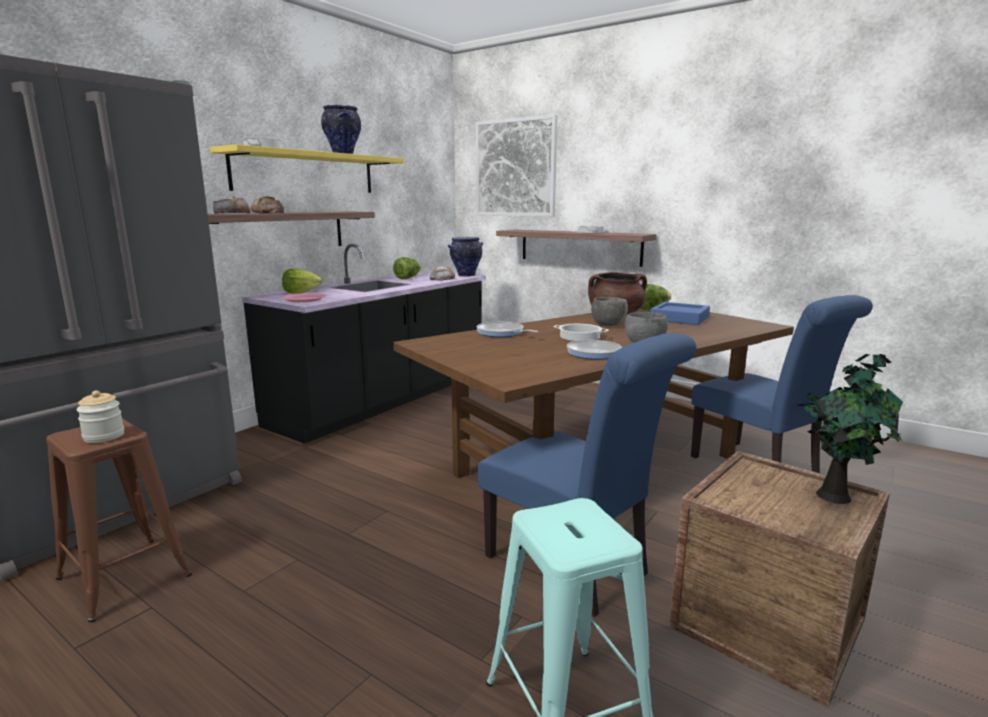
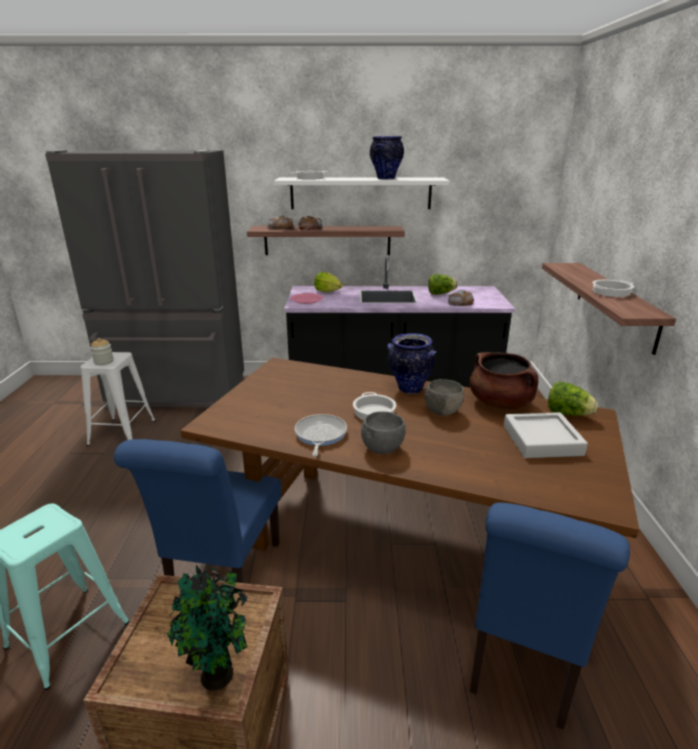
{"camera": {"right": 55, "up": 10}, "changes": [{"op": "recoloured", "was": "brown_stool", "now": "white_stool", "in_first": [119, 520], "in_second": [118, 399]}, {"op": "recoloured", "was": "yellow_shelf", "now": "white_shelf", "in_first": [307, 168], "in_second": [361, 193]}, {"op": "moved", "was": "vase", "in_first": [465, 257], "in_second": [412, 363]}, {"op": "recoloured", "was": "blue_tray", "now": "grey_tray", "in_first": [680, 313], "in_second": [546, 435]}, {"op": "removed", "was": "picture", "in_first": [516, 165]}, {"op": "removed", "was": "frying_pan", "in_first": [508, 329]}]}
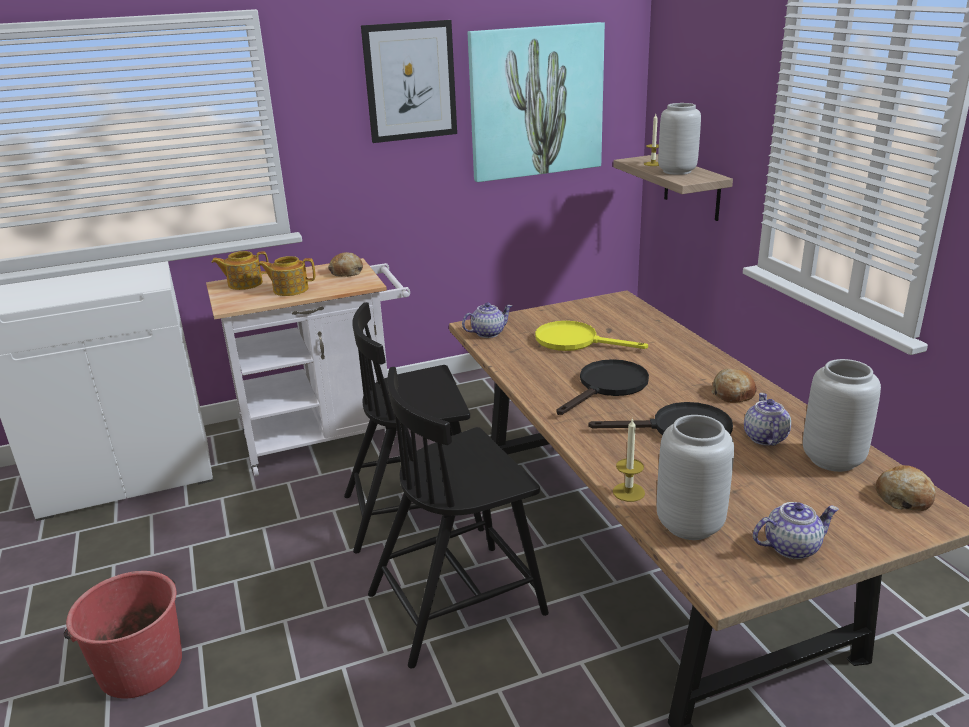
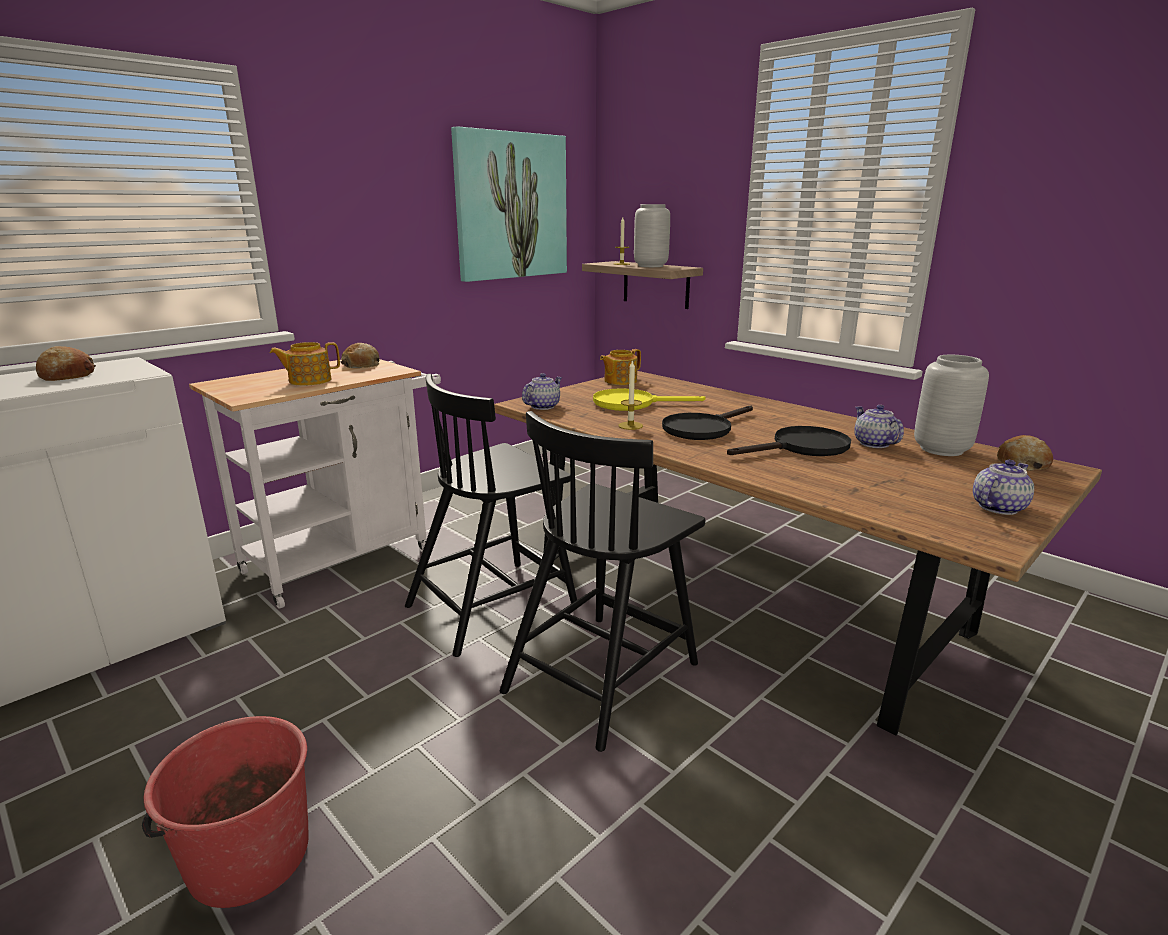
{"camera": {"right": -25, "up": -5}, "changes": [{"op": "moved", "was": "bread", "in_first": [734, 386], "in_second": [66, 363]}, {"op": "moved", "was": "teapot", "in_first": [239, 270], "in_second": [620, 367]}, {"op": "moved", "was": "candle", "in_first": [629, 460], "in_second": [630, 395]}, {"op": "turned", "was": "black_frying_pan", "in_first": [603, 387], "in_second": [707, 423], "clockwise": -150}, {"op": "removed", "was": "picture", "in_first": [409, 81]}, {"op": "removed", "was": "grey_vase", "in_first": [695, 477]}]}
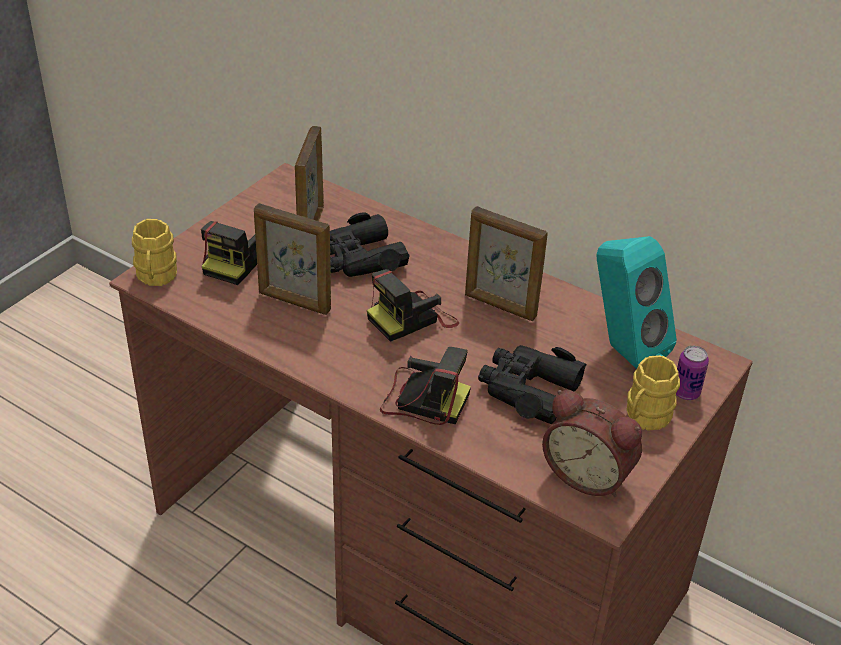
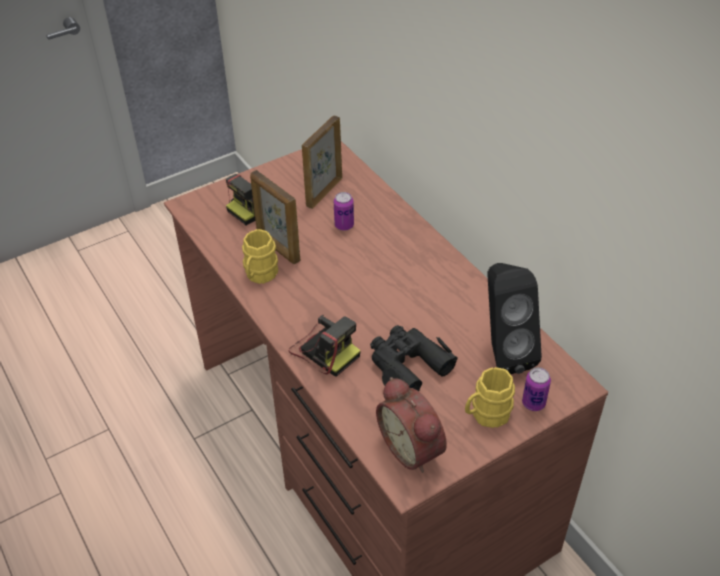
{"camera": {"right": 25, "up": 5}, "changes": [{"op": "moved", "was": "yellow_mug", "in_first": [154, 252], "in_second": [260, 256]}, {"op": "replaced", "was": "black_binoculars", "now": "can", "in_first": [370, 245], "in_second": [344, 211]}, {"op": "recoloured", "was": "turquoise_speaker", "now": "black_speaker", "in_first": [637, 302], "in_second": [515, 318]}, {"op": "removed", "was": "photo_camera", "in_first": [413, 305]}, {"op": "removed", "was": "picture_frame", "in_first": [506, 263]}]}
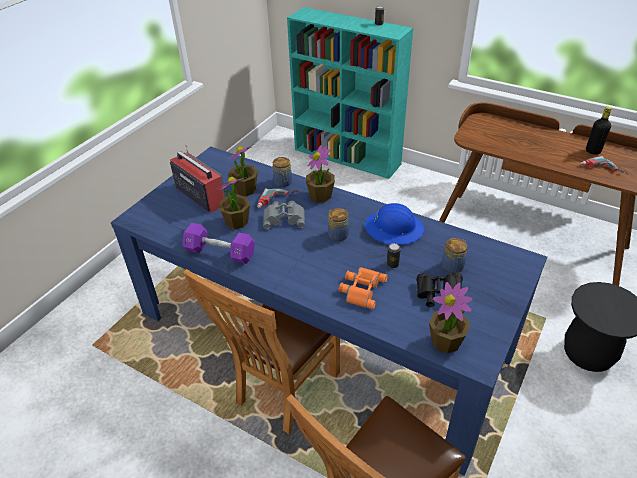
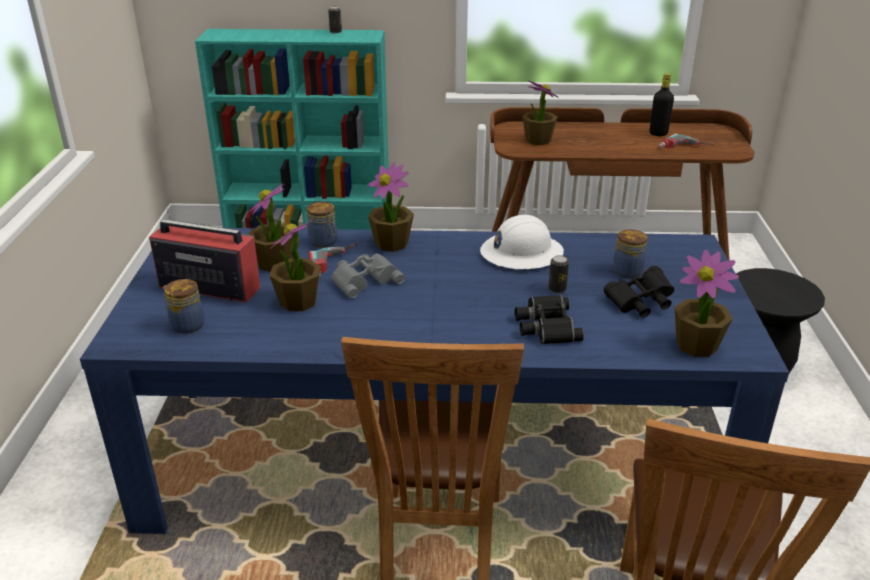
{"camera": {"right": -30, "up": -10}, "changes": [{"op": "moved", "was": "jar", "in_first": [338, 224], "in_second": [184, 306]}, {"op": "recoloured", "was": "blue_hard_hat", "now": "white_hard_hat", "in_first": [394, 224], "in_second": [522, 242]}, {"op": "recoloured", "was": "orange_binoculars", "now": "black_binoculars", "in_first": [363, 288], "in_second": [549, 319]}, {"op": "added", "now": "potted_plant", "in_second": [541, 113]}, {"op": "removed", "was": "purple_dumbbell", "in_first": [219, 243]}]}
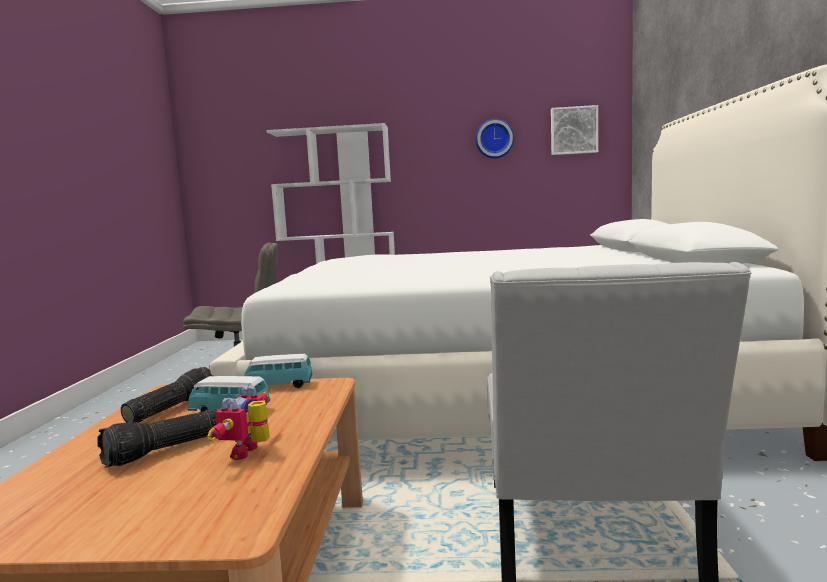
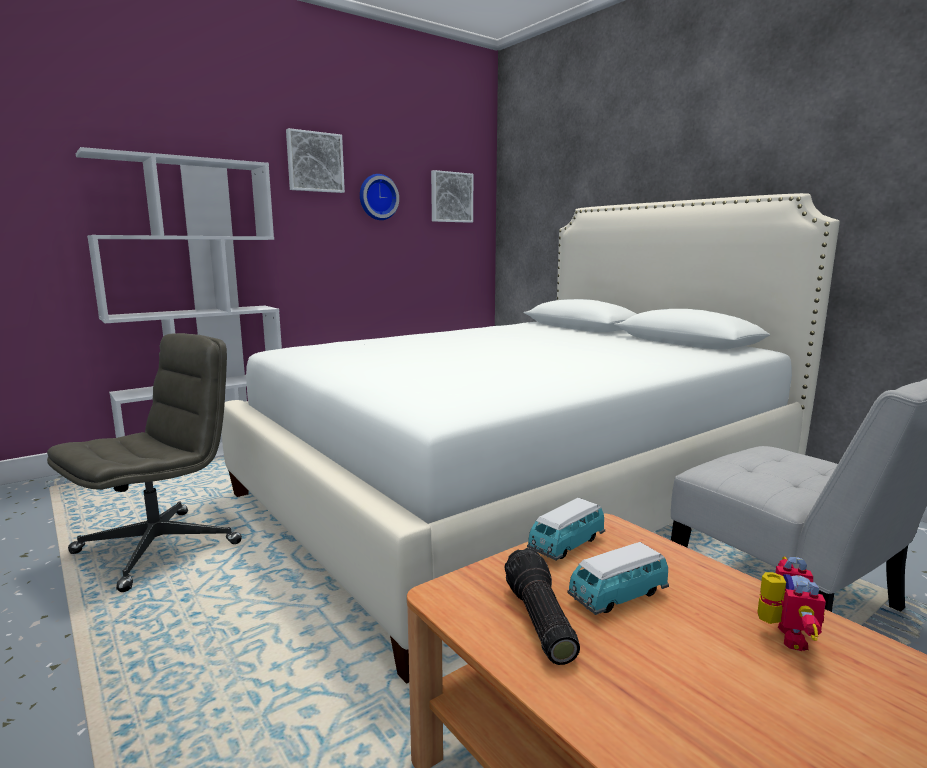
{"camera": {"right": -40, "up": 5}, "changes": [{"op": "added", "now": "picture", "in_second": [315, 160]}, {"op": "turned", "was": "toy_robot", "in_first": [238, 423], "in_second": [791, 604], "clockwise": -135}, {"op": "removed", "was": "flashlight", "in_first": [157, 438]}]}
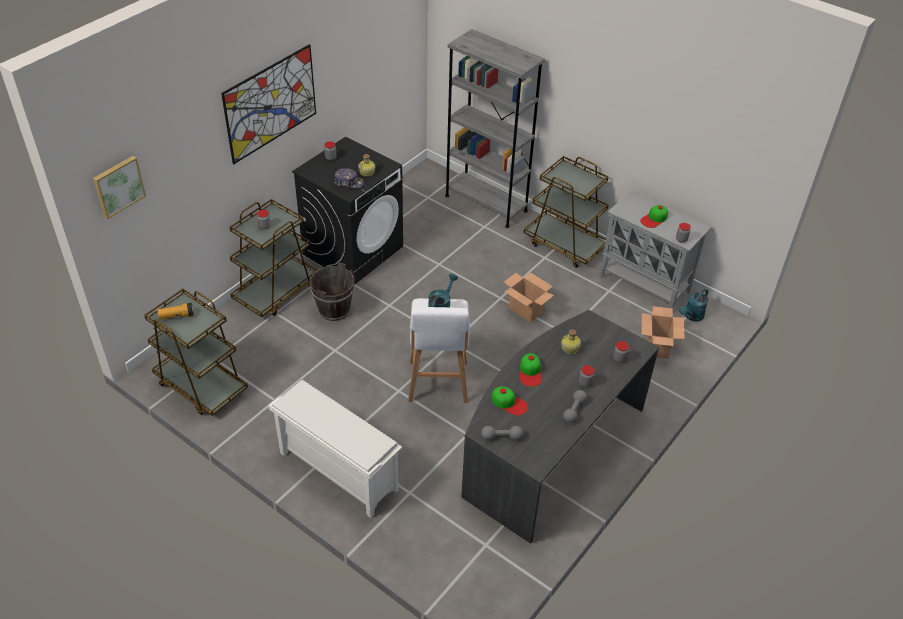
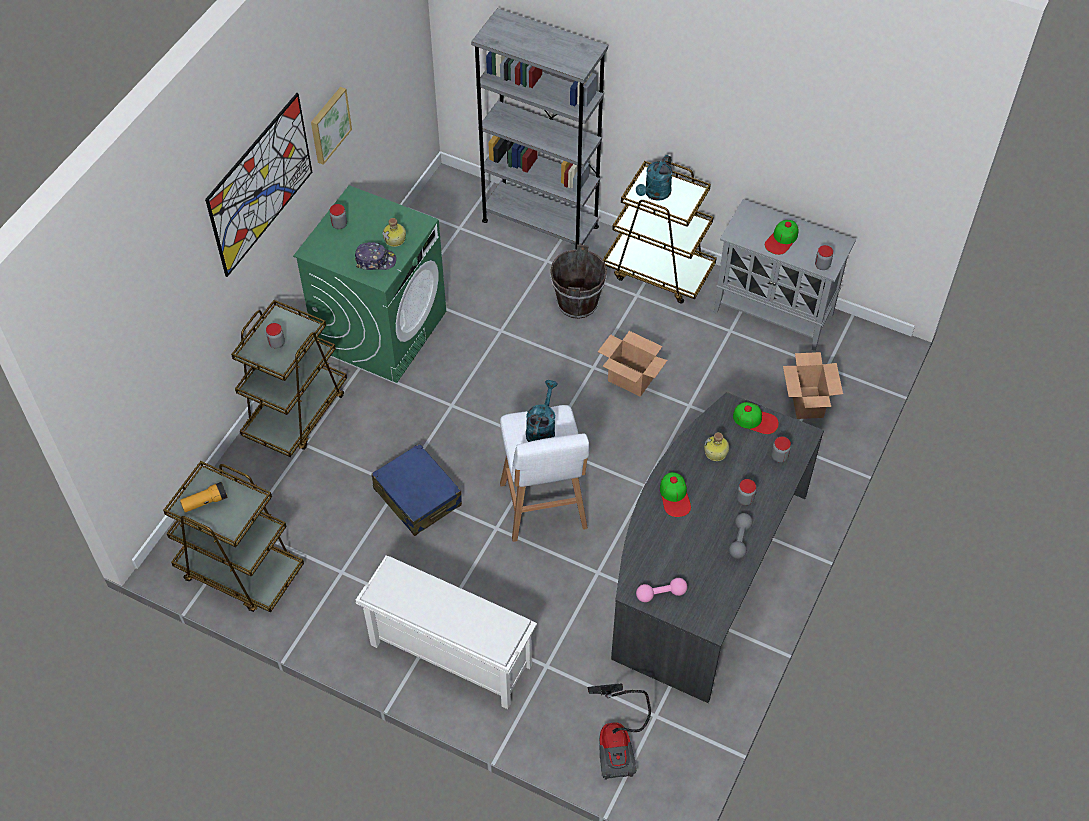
{"camera": {"right": -10, "up": 10}, "changes": [{"op": "recoloured", "was": "black_washing_machine", "now": "green_washing_machine", "in_first": [347, 210], "in_second": [369, 284]}, {"op": "moved", "was": "picture", "in_first": [119, 187], "in_second": [331, 126]}, {"op": "added", "now": "blue_suitcase", "in_second": [416, 489]}, {"op": "moved", "was": "brown_bucket", "in_first": [332, 291], "in_second": [578, 281]}, {"op": "added", "now": "vacuum_cleaner", "in_second": [619, 731]}, {"op": "moved", "was": "turquoise_watering_can", "in_first": [693, 305], "in_second": [654, 178]}, {"op": "recoloured", "was": "grey_dumbbell", "now": "pink_dumbbell", "in_first": [502, 433], "in_second": [661, 590]}, {"op": "moved", "was": "cap", "in_first": [509, 401], "in_second": [756, 418]}]}
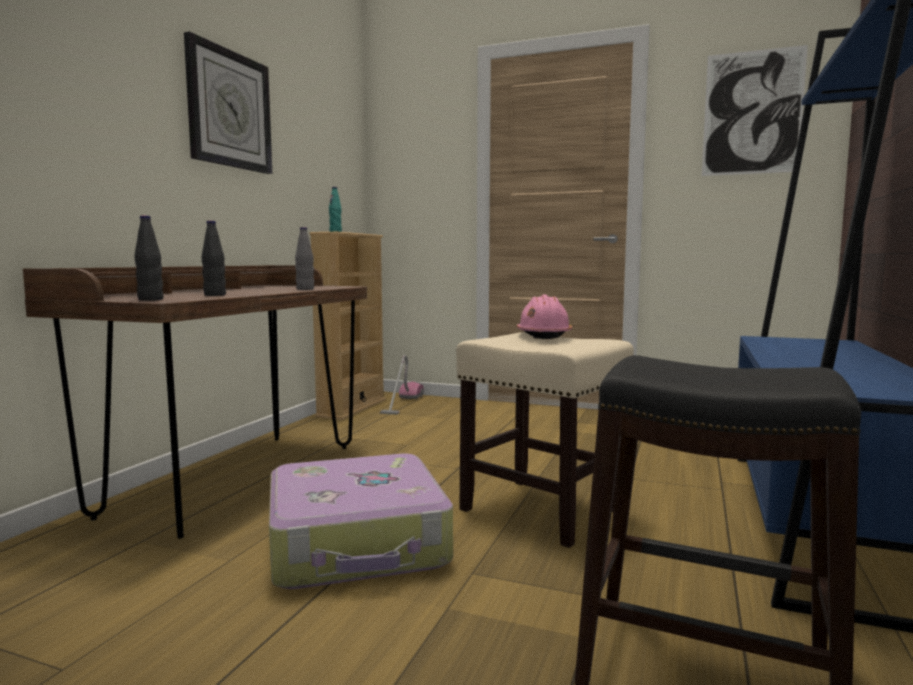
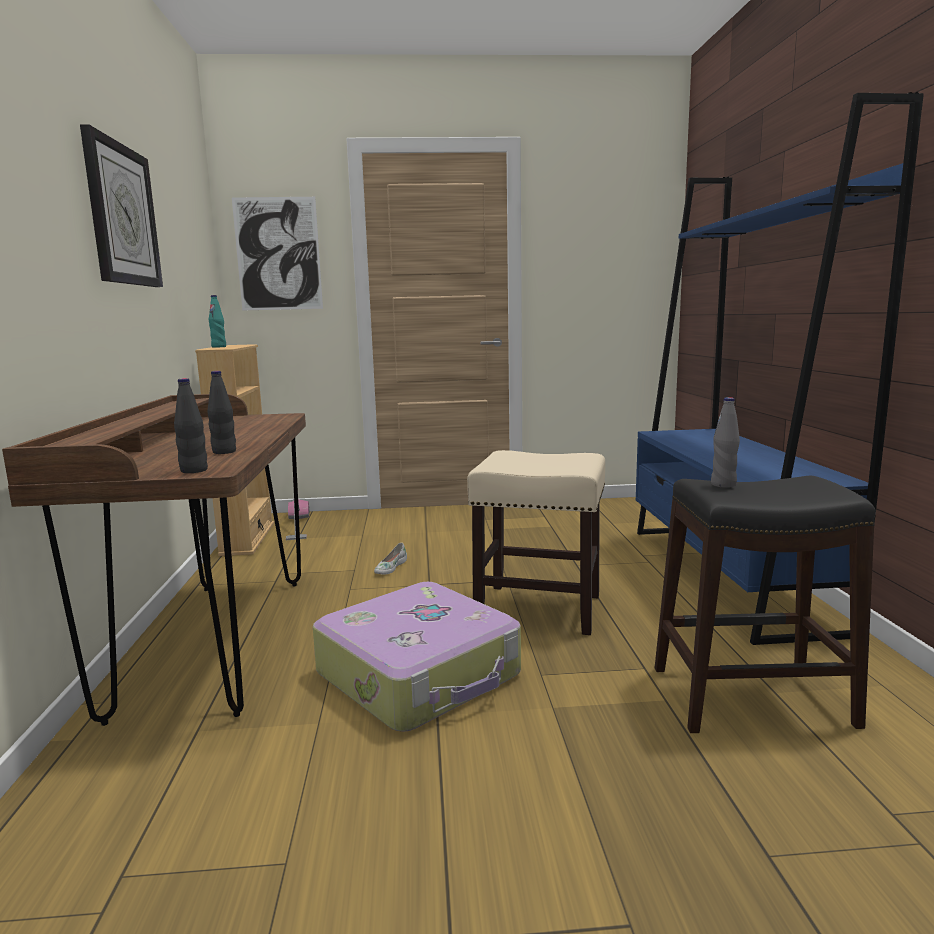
{"camera": {"right": -25, "up": 5}, "changes": [{"op": "moved", "was": "picture", "in_first": [755, 110], "in_second": [277, 253]}, {"op": "added", "now": "white_shoe", "in_second": [390, 559]}, {"op": "moved", "was": "grey_bottle", "in_first": [304, 258], "in_second": [725, 442]}, {"op": "removed", "was": "pink_hard_hat", "in_first": [544, 316]}]}
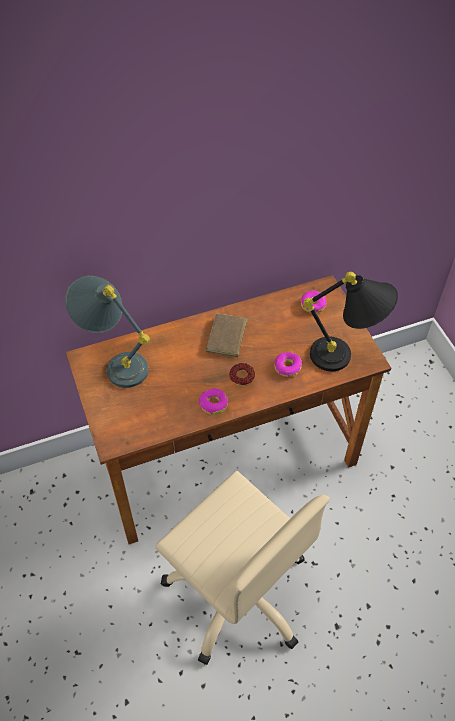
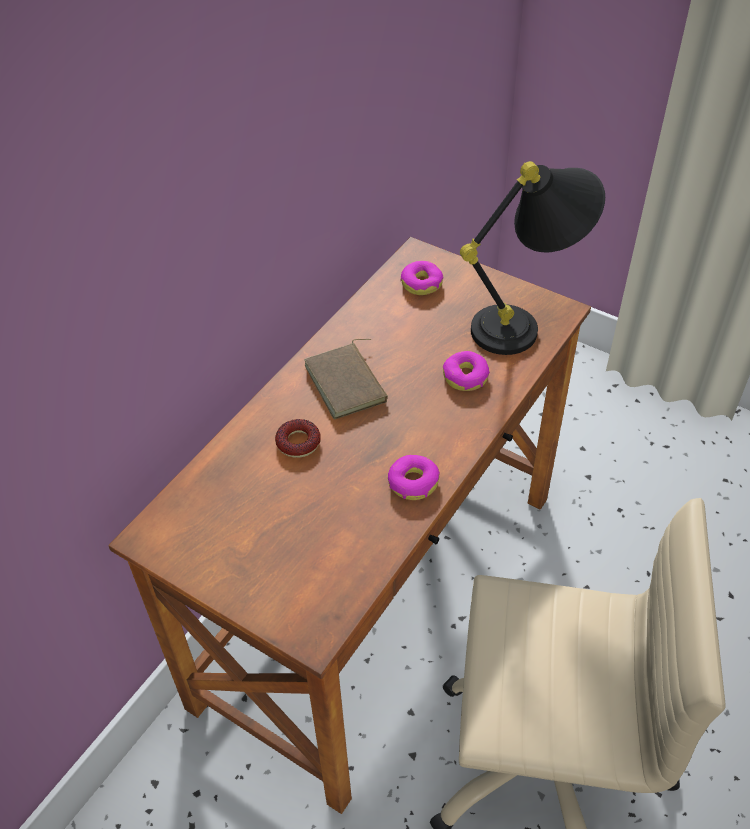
{"camera": {"right": -35, "up": -5}, "changes": [{"op": "moved", "was": "donut", "in_first": [242, 374], "in_second": [298, 438]}, {"op": "removed", "was": "grey_table_lamp", "in_first": [107, 332]}]}
